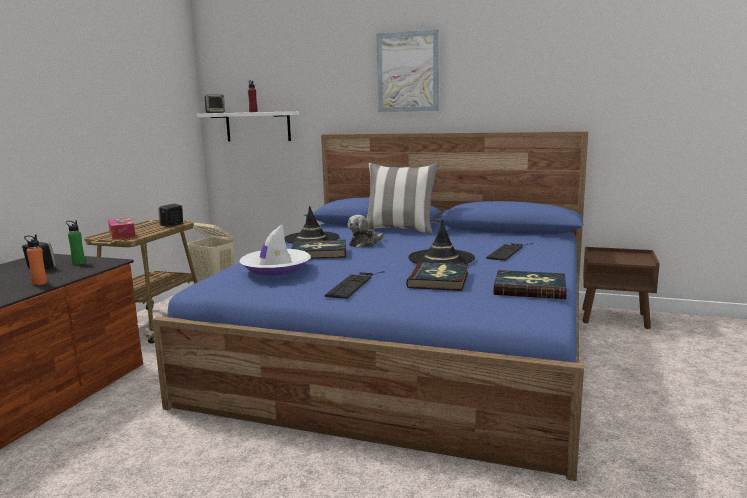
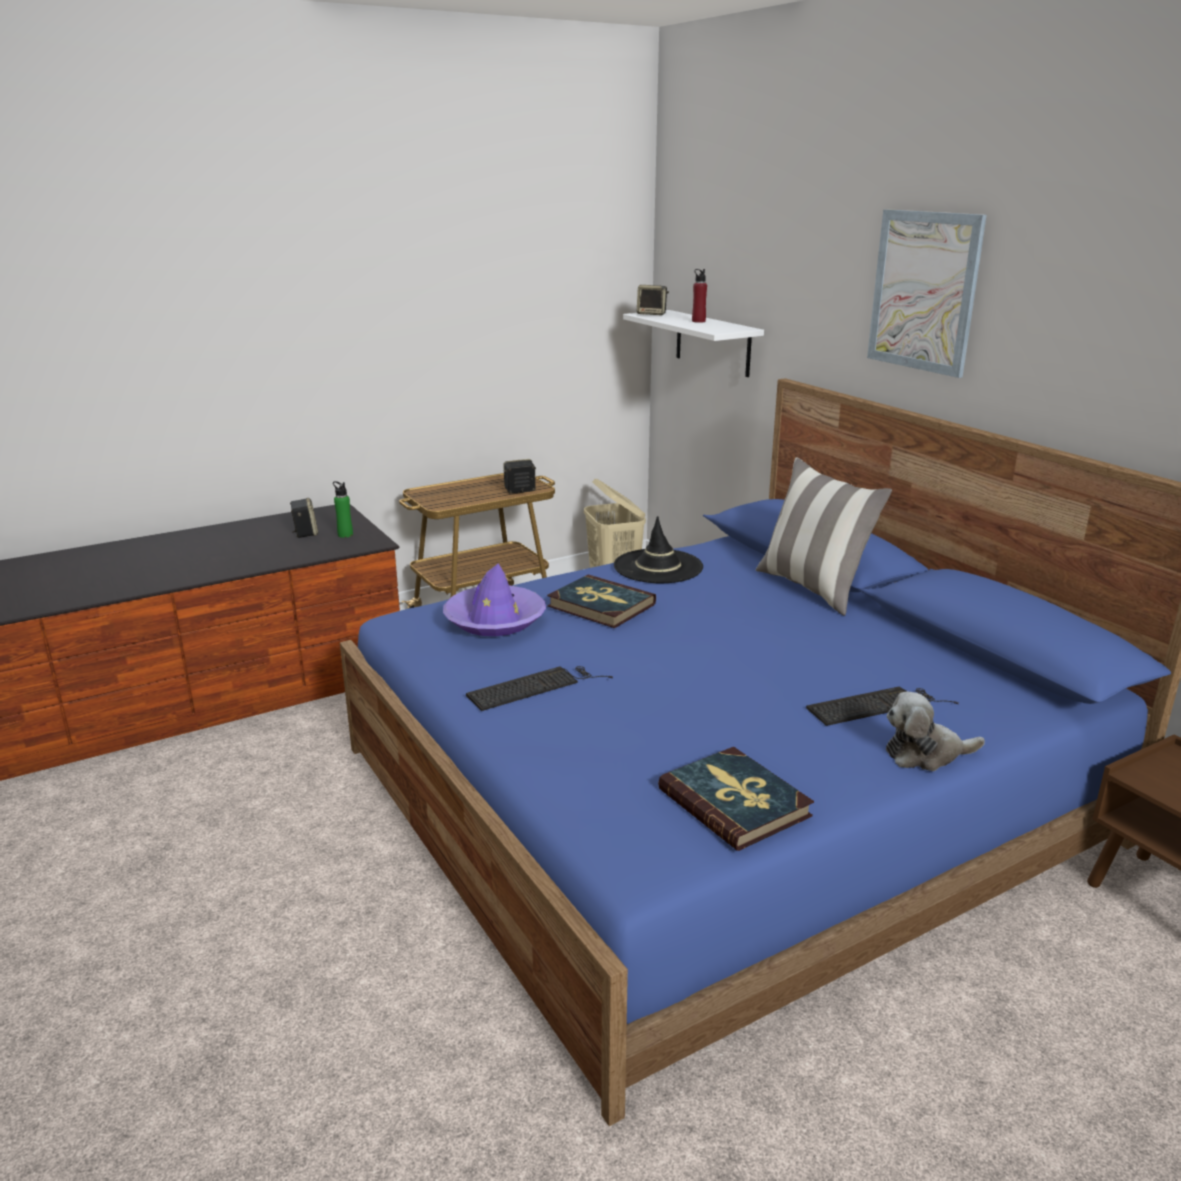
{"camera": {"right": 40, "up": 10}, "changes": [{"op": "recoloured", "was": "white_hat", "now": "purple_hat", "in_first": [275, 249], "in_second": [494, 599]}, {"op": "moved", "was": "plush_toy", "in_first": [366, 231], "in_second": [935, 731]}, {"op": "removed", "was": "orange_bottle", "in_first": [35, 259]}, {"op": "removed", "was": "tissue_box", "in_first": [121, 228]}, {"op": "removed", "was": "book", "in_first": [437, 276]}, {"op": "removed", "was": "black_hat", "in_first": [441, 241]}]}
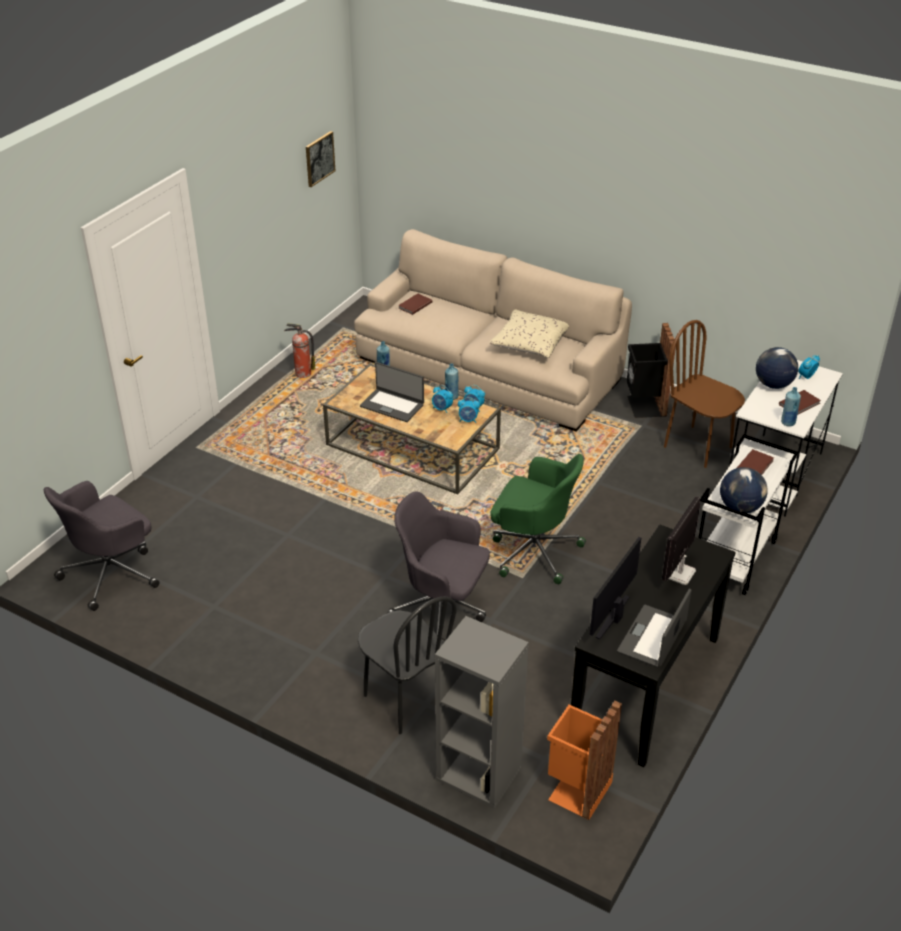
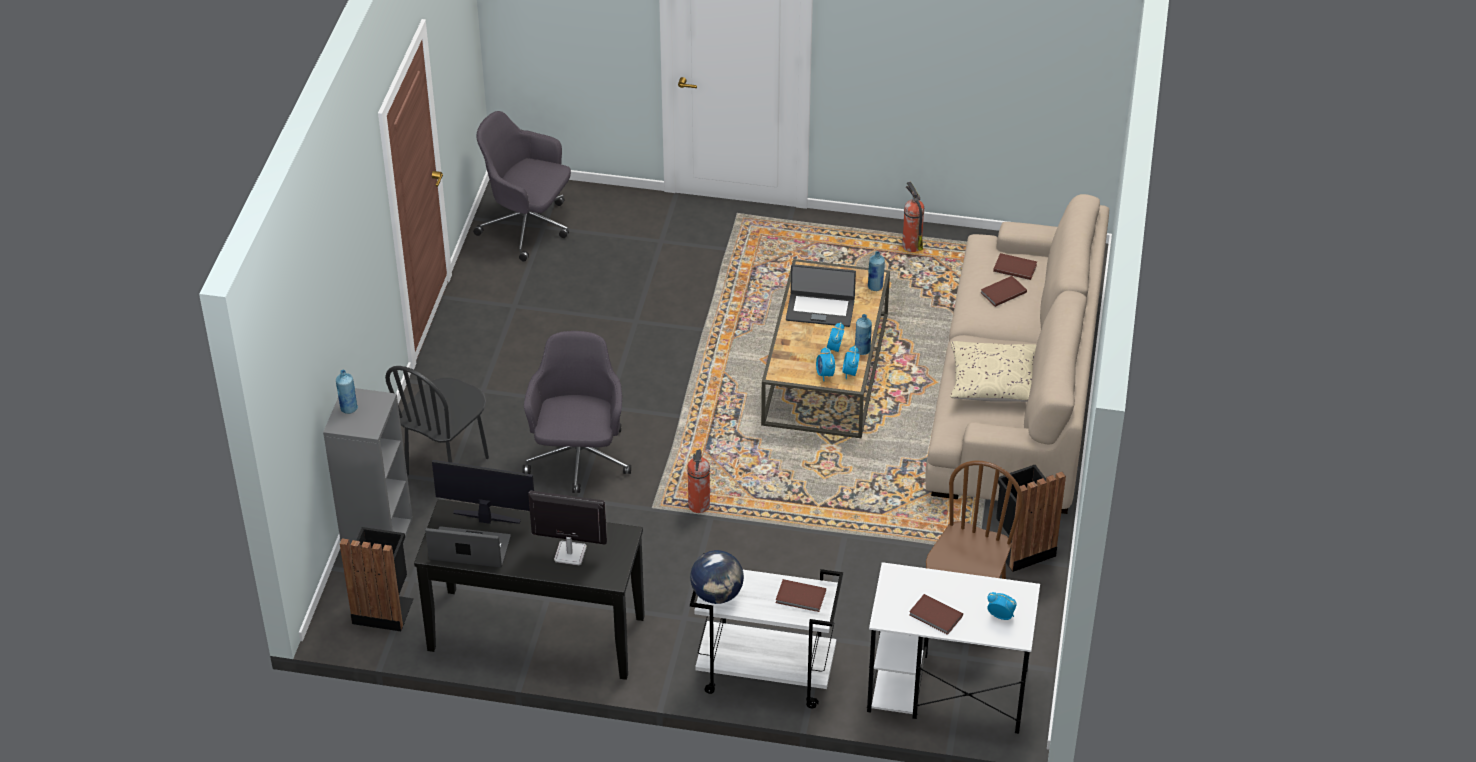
{"camera": {"right": 70, "up": 5}, "changes": [{"op": "moved", "was": "blue_bottle", "in_first": [791, 406], "in_second": [347, 392]}, {"op": "recoloured", "was": "orange_trash_can", "now": "black_trash_can", "in_first": [584, 760], "in_second": [377, 579]}, {"op": "replaced", "was": "green_office_chair", "now": "fire_extinguisher", "in_first": [538, 519], "in_second": [698, 481]}, {"op": "turned", "was": "laptop", "in_first": [392, 392], "in_second": [821, 295], "clockwise": -90}, {"op": "added", "now": "brown_book", "in_second": [1004, 291]}, {"op": "removed", "was": "picture", "in_first": [320, 159]}, {"op": "removed", "was": "globe", "in_first": [777, 368]}]}
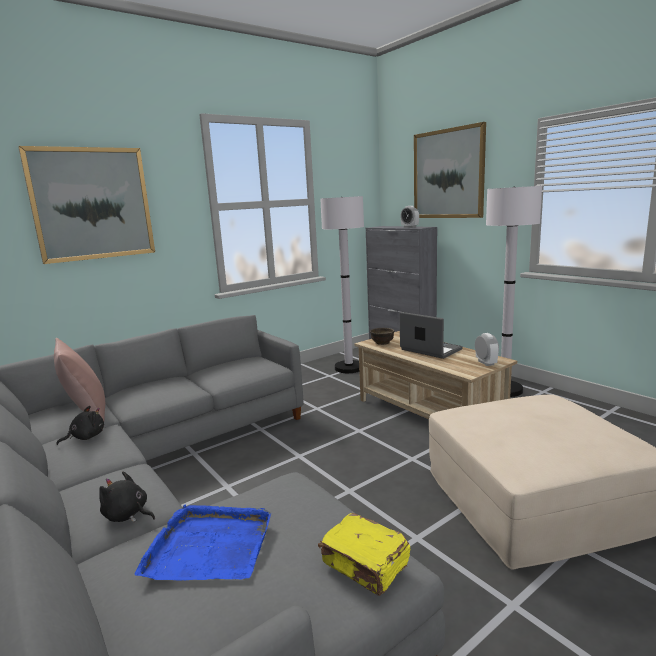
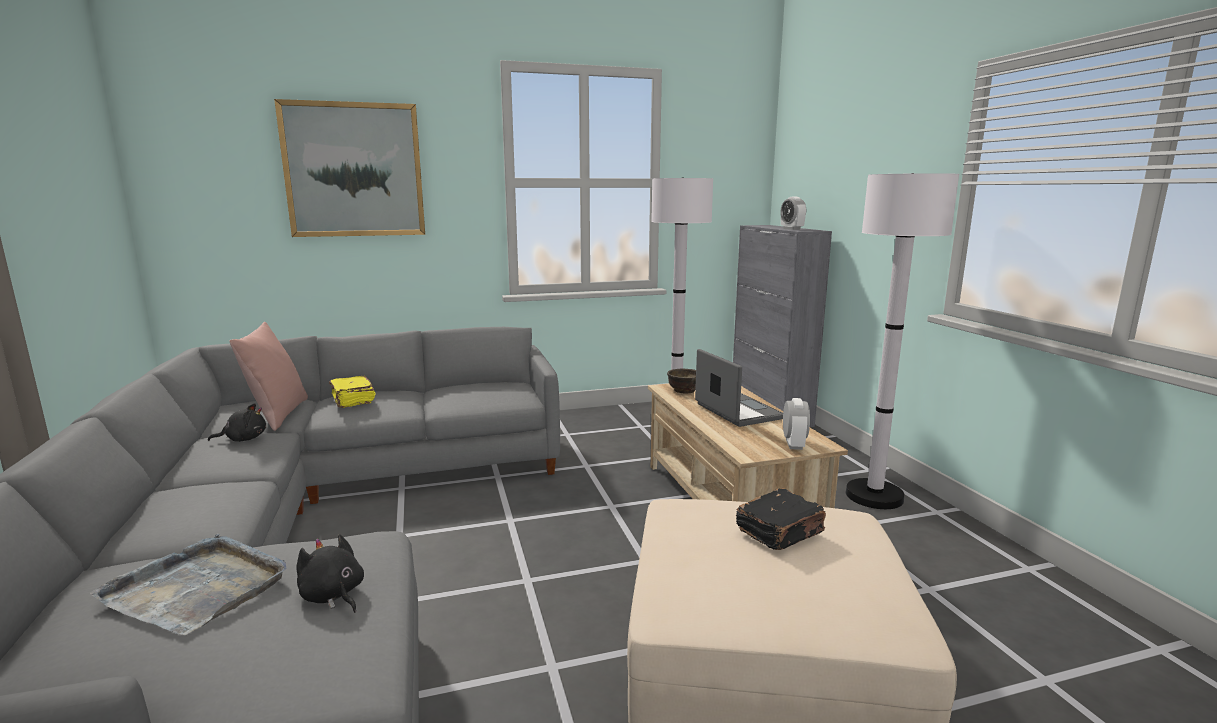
{"camera": {"right": 20, "up": 0}, "changes": [{"op": "recoloured", "was": "blue_tray", "now": "grey_tray", "in_first": [203, 543], "in_second": [188, 584]}, {"op": "moved", "was": "black_plush_toy", "in_first": [127, 496], "in_second": [330, 573]}, {"op": "moved", "was": "yellow_book", "in_first": [364, 554], "in_second": [352, 392]}, {"op": "added", "now": "black_book", "in_second": [781, 519]}, {"op": "removed", "was": "picture", "in_first": [450, 170]}]}
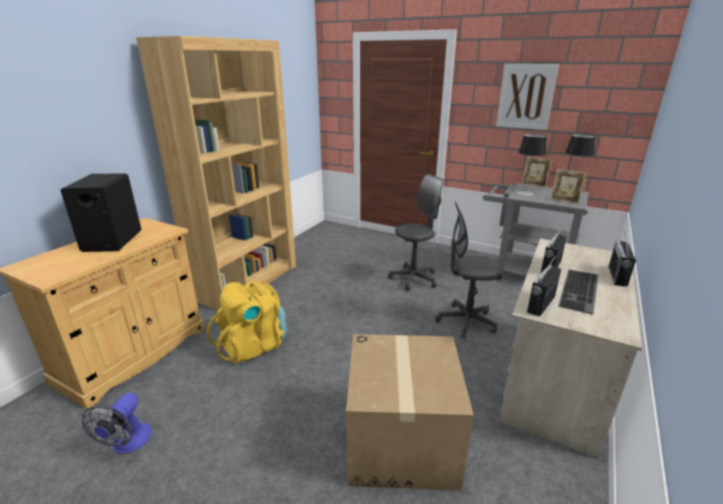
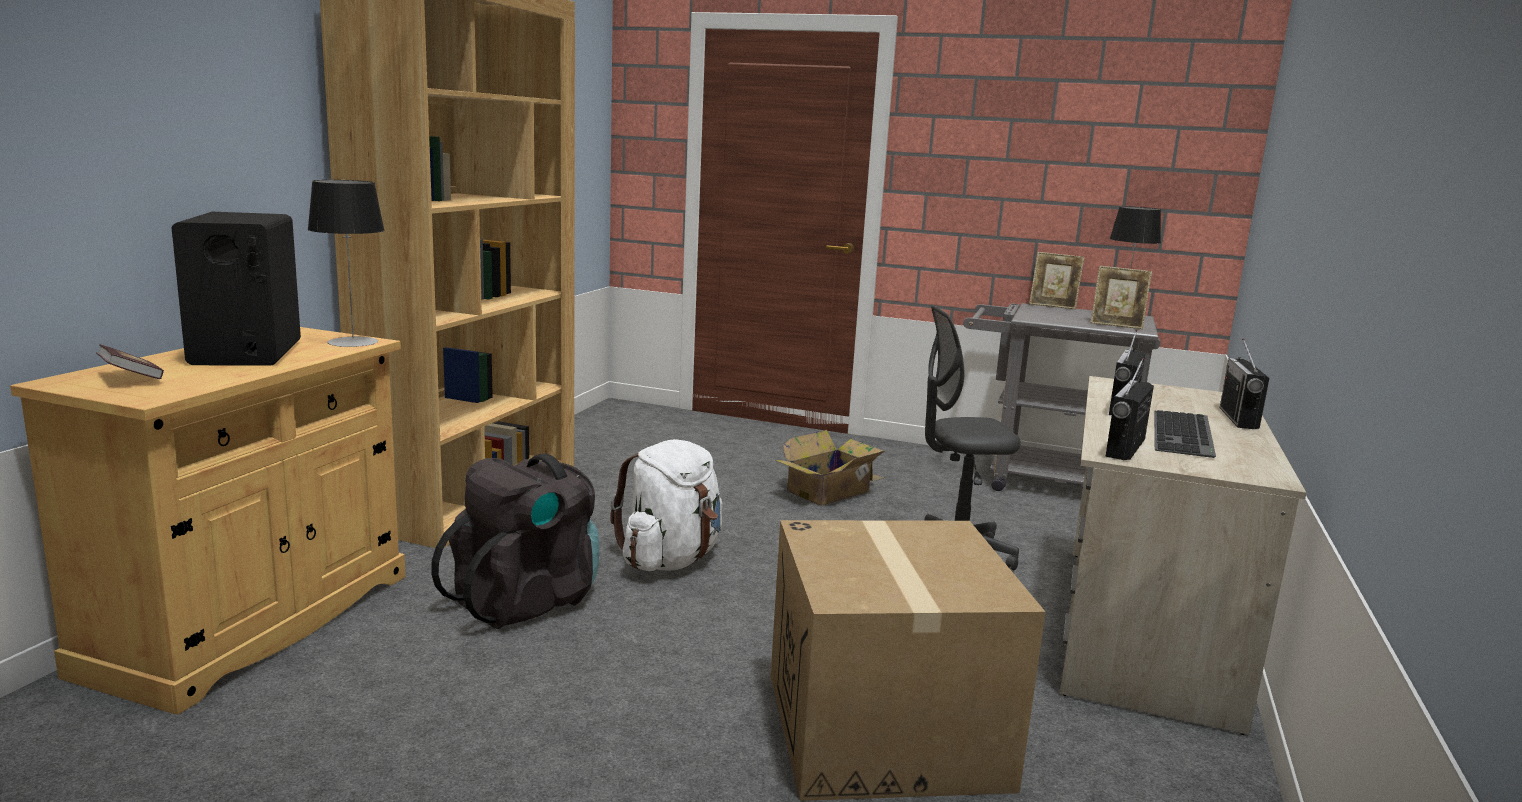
{"camera": {"right": -10, "up": -10}, "changes": [{"op": "added", "now": "book", "in_second": [130, 361]}, {"op": "moved", "was": "table_lamp", "in_first": [531, 165], "in_second": [346, 263]}, {"op": "recoloured", "was": "yellow_backpack", "now": "black_backpack", "in_first": [247, 322], "in_second": [515, 541]}, {"op": "added", "now": "white_backpack", "in_second": [666, 505]}, {"op": "replaced", "was": "grey_office_chair", "now": "cardboard_box", "in_first": [415, 232], "in_second": [830, 468]}, {"op": "removed", "was": "fan", "in_first": [117, 423]}, {"op": "removed", "was": "picture", "in_first": [527, 97]}]}
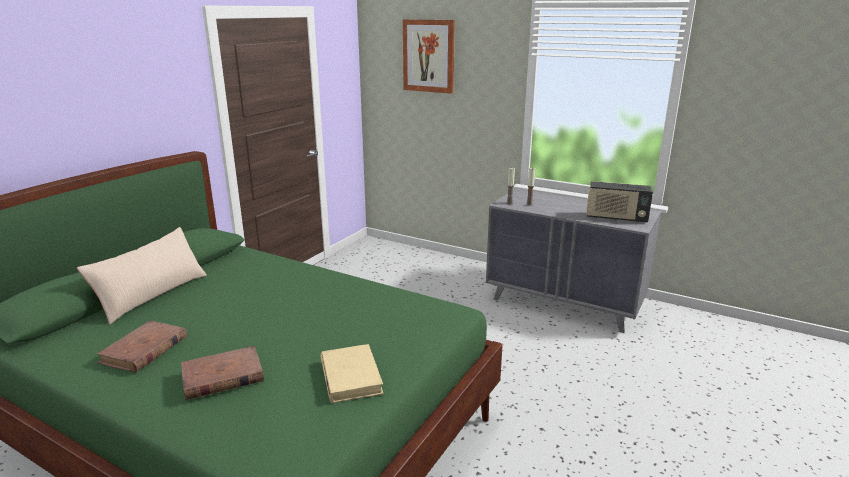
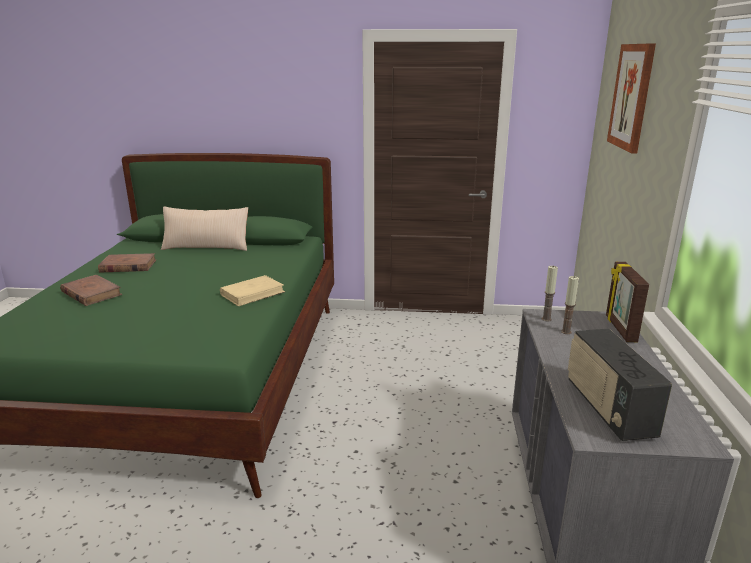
{"camera": {"right": 65, "up": 0}, "changes": [{"op": "moved", "was": "beige_book", "in_first": [352, 373], "in_second": [252, 290]}, {"op": "added", "now": "picture_frame", "in_second": [627, 302]}]}
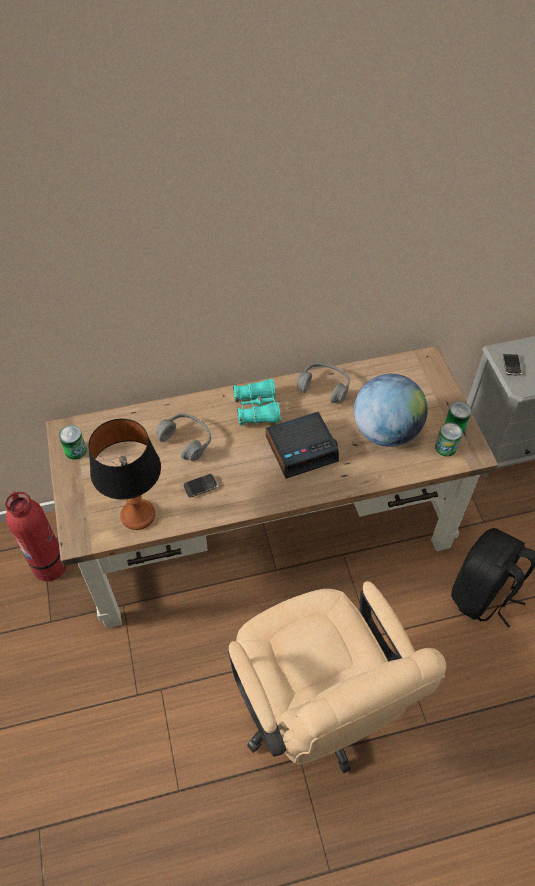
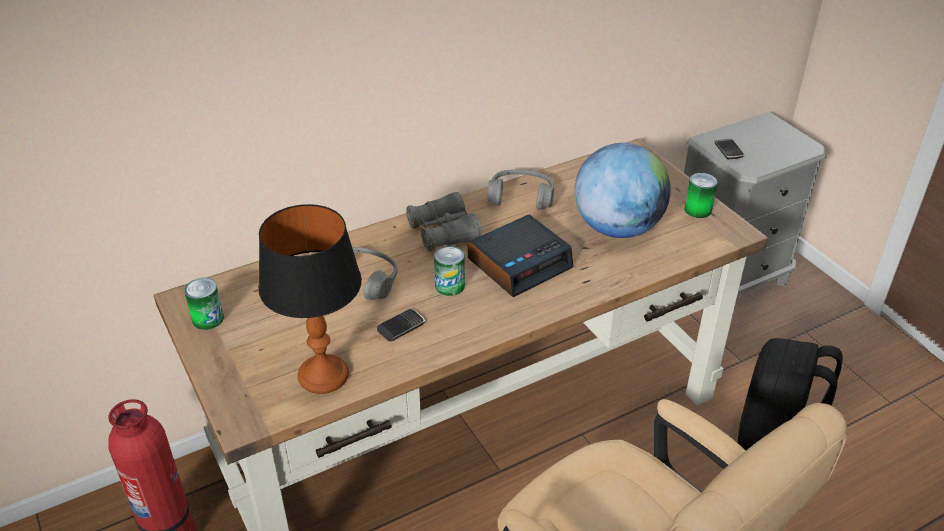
{"camera": {"right": -15, "up": -15}, "changes": [{"op": "recoloured", "was": "turquoise_binoculars", "now": "grey_binoculars", "in_first": [257, 402], "in_second": [444, 222]}, {"op": "moved", "was": "can", "in_first": [448, 439], "in_second": [449, 271]}]}
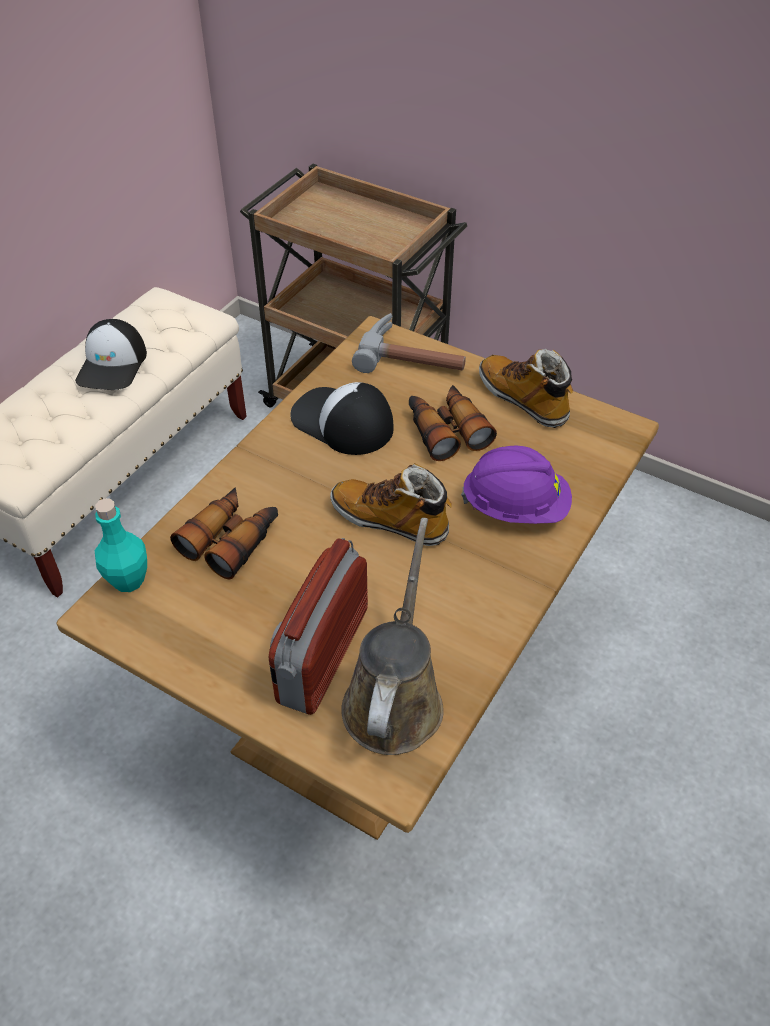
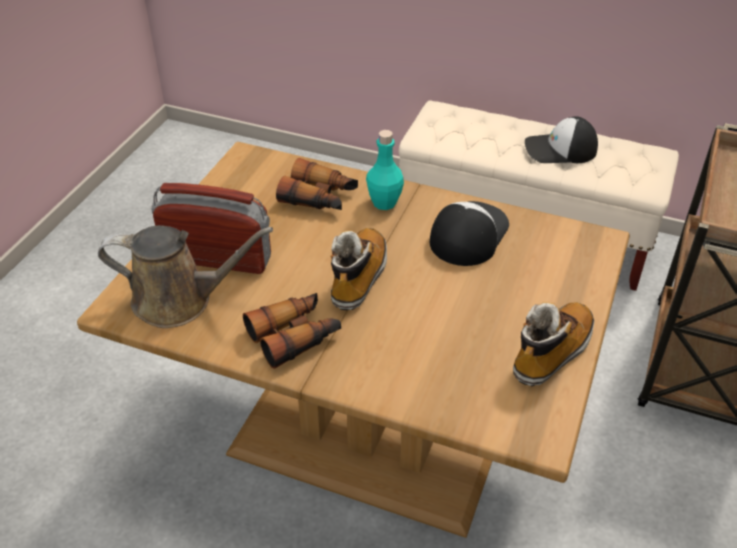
{"camera": {"right": 80, "up": -5}, "changes": [{"op": "moved", "was": "binoculars", "in_first": [453, 423], "in_second": [292, 331]}, {"op": "moved", "was": "turquoise_bottle", "in_first": [121, 545], "in_second": [385, 170]}, {"op": "removed", "was": "hammer", "in_first": [409, 343]}, {"op": "removed", "was": "purple_hard_hat", "in_first": [516, 485]}]}
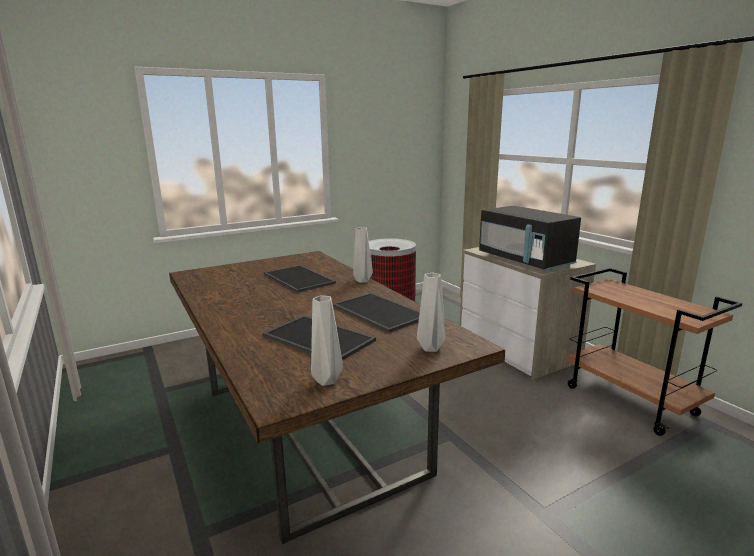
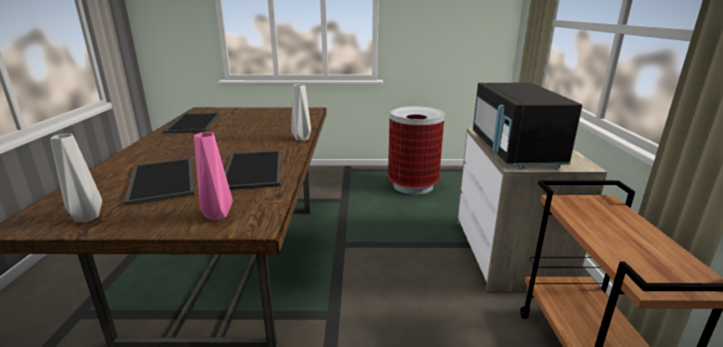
{"camera": {"right": 30, "up": 5}, "changes": [{"op": "moved", "was": "tray", "in_first": [300, 279], "in_second": [191, 123]}, {"op": "recoloured", "was": "grey_vase", "now": "pink_vase", "in_first": [431, 312], "in_second": [213, 176]}]}
